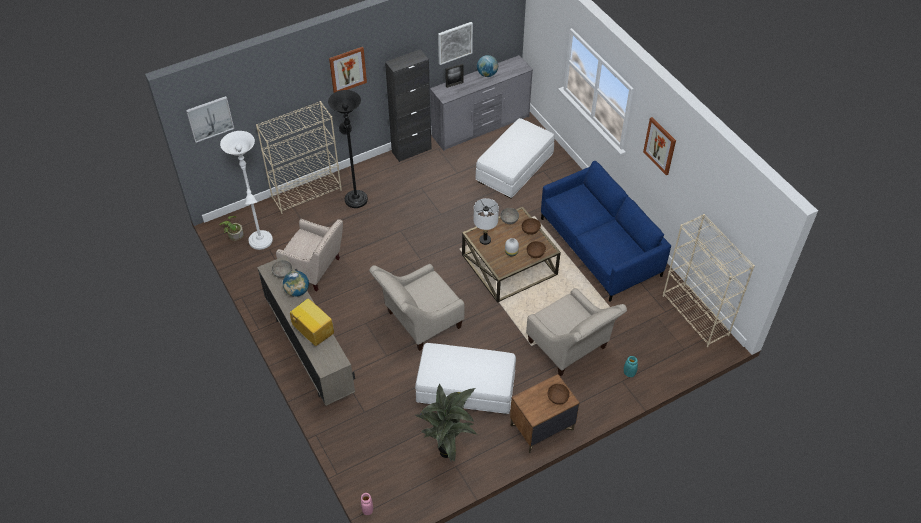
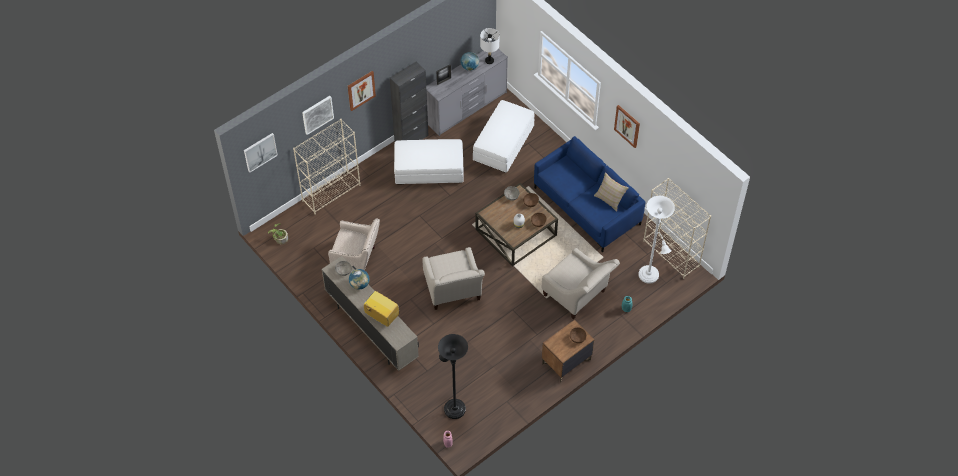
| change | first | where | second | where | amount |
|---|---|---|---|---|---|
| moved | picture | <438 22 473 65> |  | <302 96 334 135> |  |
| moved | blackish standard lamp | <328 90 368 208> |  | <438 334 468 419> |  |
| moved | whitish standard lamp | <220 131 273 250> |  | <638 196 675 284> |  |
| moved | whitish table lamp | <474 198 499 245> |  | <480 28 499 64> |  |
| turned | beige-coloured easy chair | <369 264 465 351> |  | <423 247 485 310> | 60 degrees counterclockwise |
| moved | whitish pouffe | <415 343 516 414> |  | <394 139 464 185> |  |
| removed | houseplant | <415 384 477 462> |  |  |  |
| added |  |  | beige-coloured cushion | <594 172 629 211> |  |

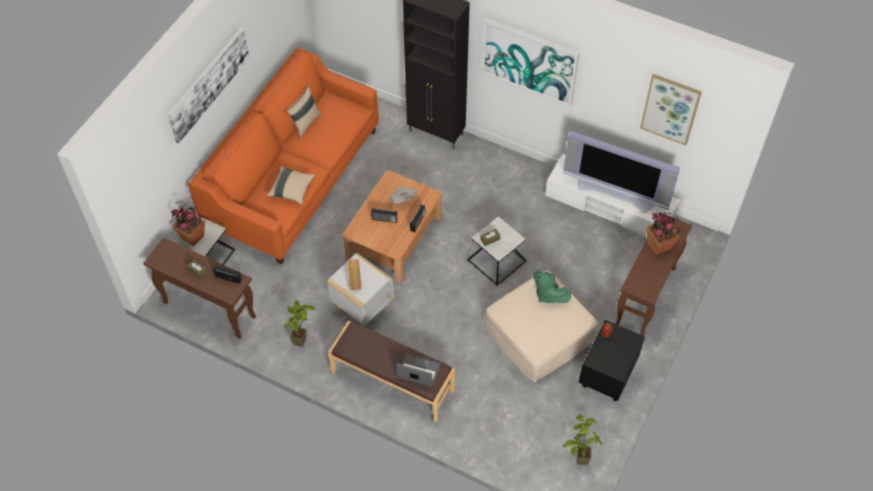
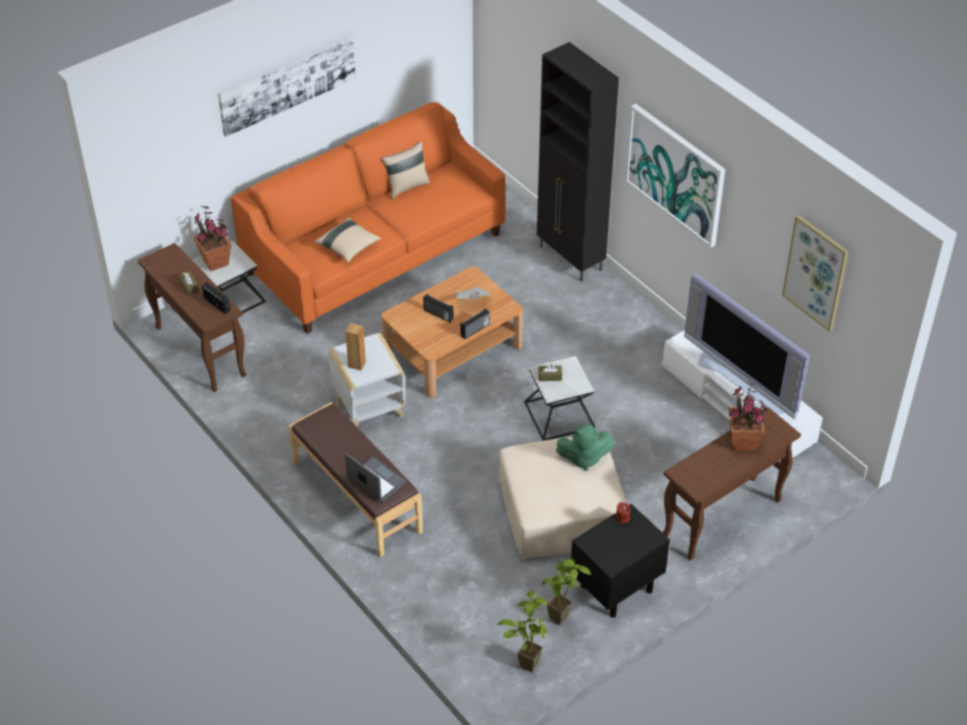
| change | first | where | second | where | amount |
|---|---|---|---|---|---|
| turned | greenish soft toy | <533 270 571 303> |  | <556 424 615 471> | 75 degrees counterclockwise |
| moved | houseplant | <284 301 315 347> |  | <542 558 591 625> |  |

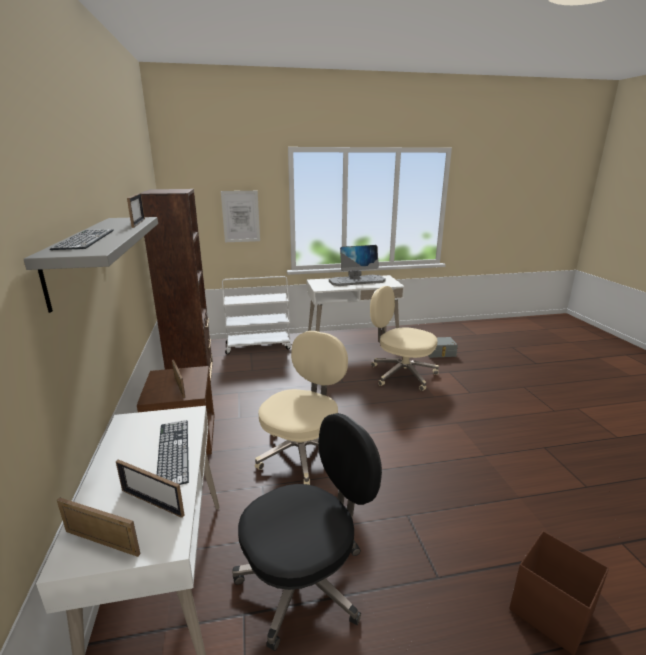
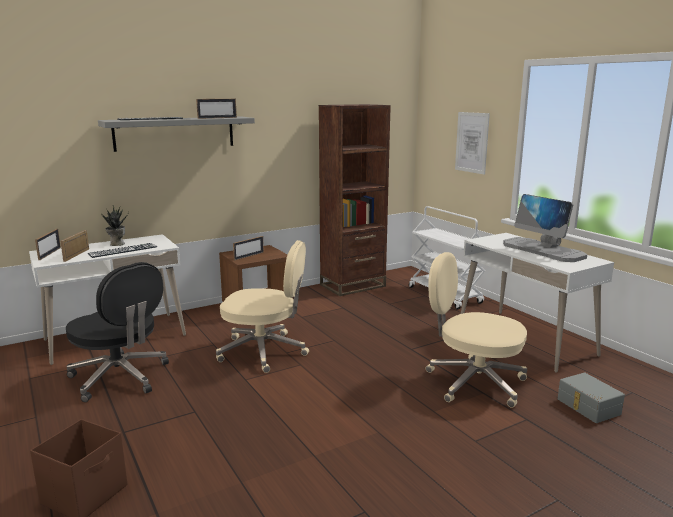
| change | first | where | second | where | amount |
|---|---|---|---|---|---|
| turned | beige-coloured office chair | <370 286 439 391> |  | <425 252 527 408> | 75 degrees counterclockwise |
| added |  |  | houseplant | <101 205 129 246> |  |

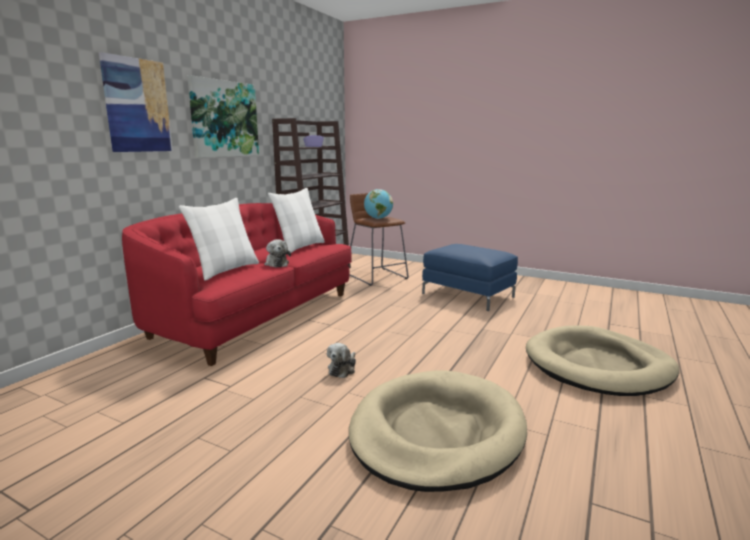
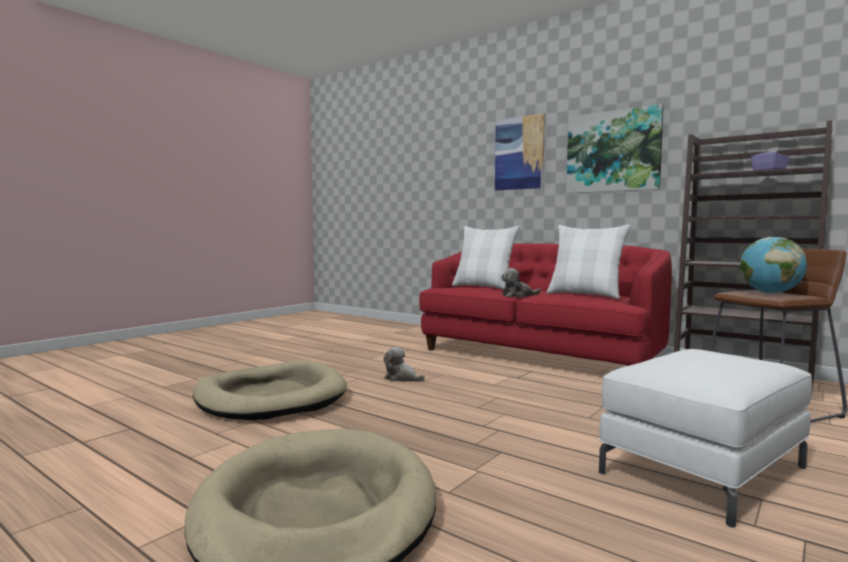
| change | first | where | second | where | amount |
|---|---|---|---|---|---|
| recoloured | blue pouffe | <422 244 518 311> | whitish pouffe | <599 349 812 528> |  |

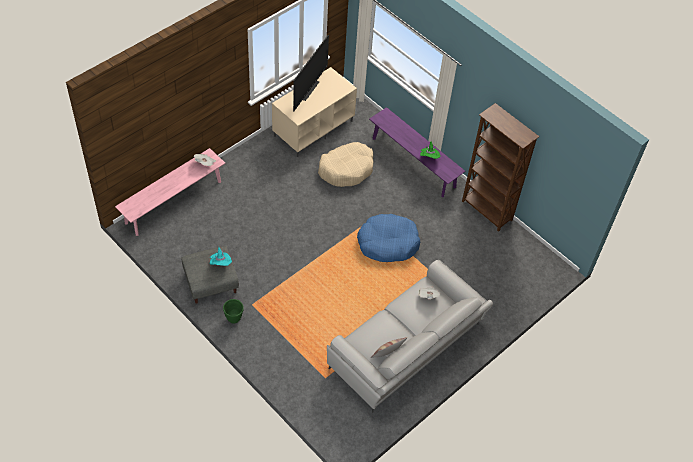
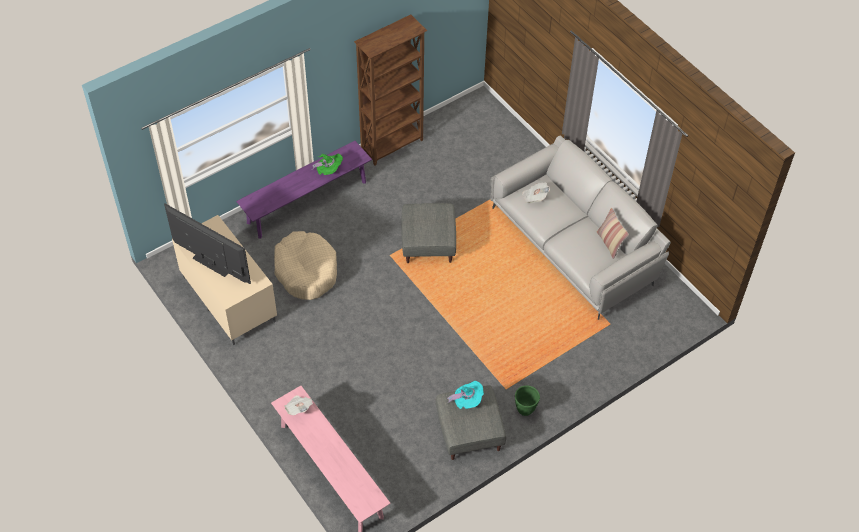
| change | first | where | second | where | amount |
|---|---|---|---|---|---|
| replaced | blue dog bed | <357 214 420 262> | grey pouffe | <401 203 456 263> |  |

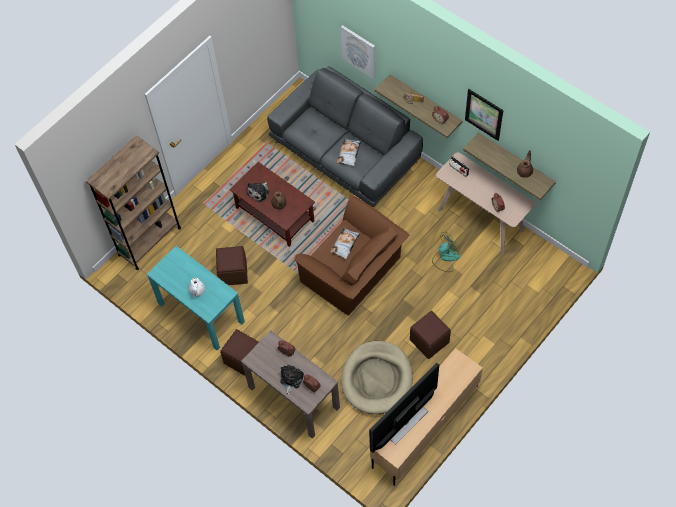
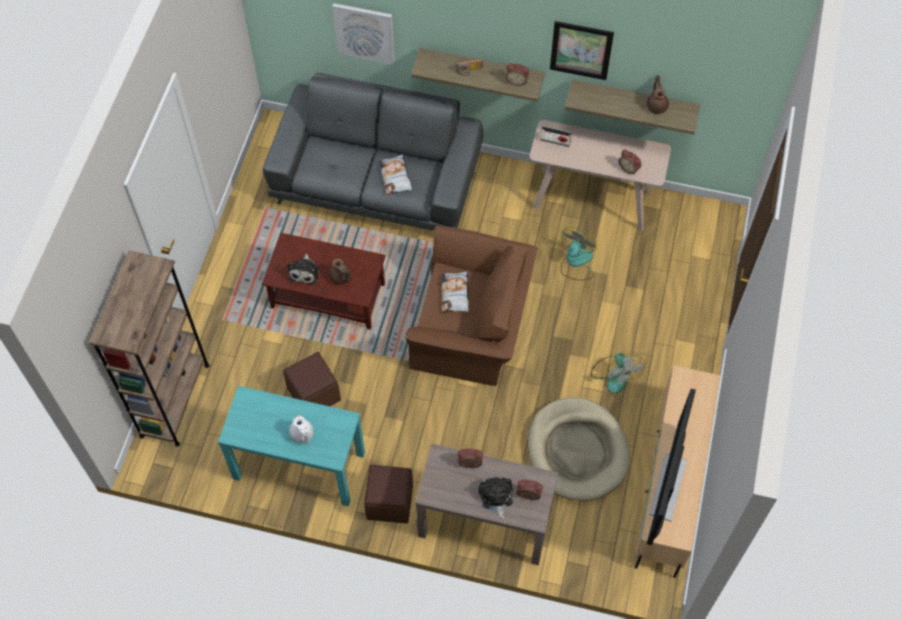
| change | first | where | second | where | amount |
|---|---|---|---|---|---|
| replaced | brown-coloured pouffe | <410 311 451 359> | cooling fan | <591 353 645 394> |  |

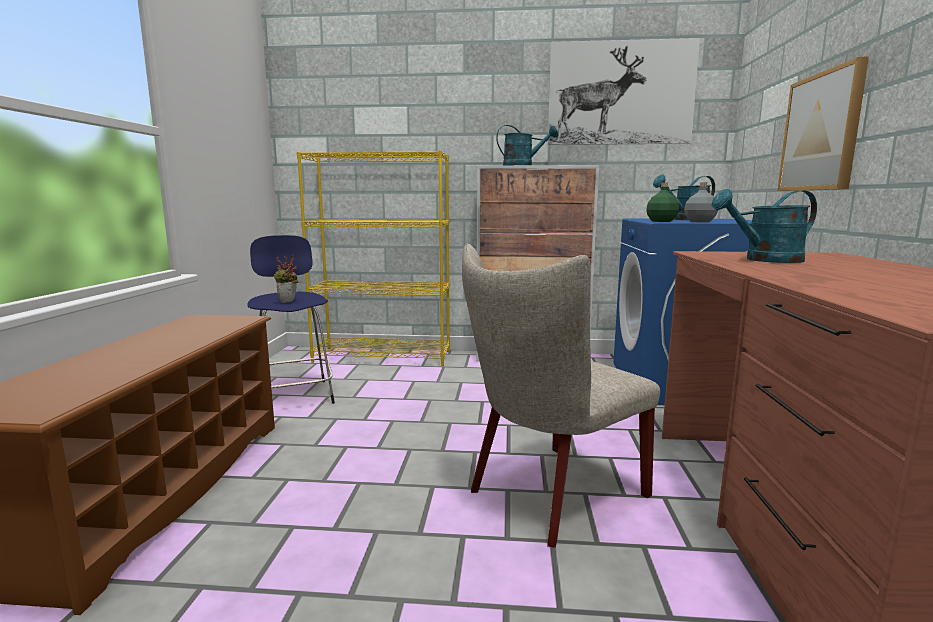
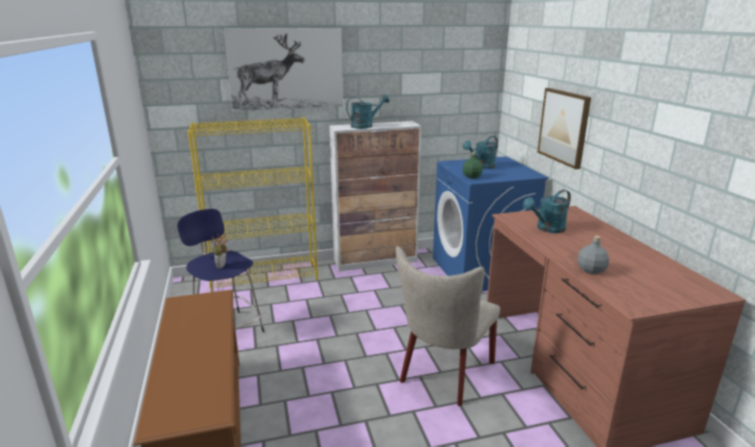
| change | first | where | second | where | amount |
|---|---|---|---|---|---|
| moved | picture | <548 38 700 145> |  | <224 28 343 111> |  |
| moved | grey drink bottle | <684 182 718 222> |  | <578 236 609 274> |  |

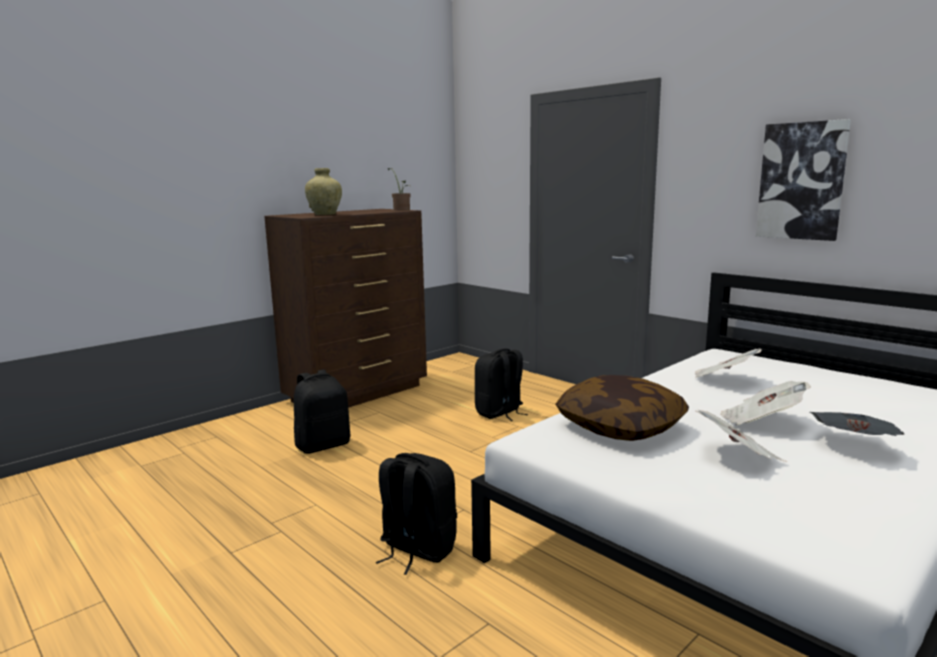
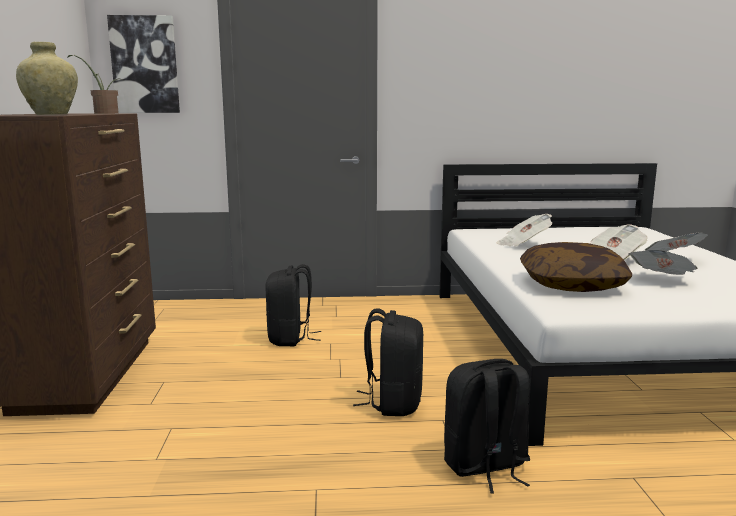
| change | first | where | second | where | amount |
|---|---|---|---|---|---|
| moved | picture | <756 119 851 241> |  | <107 15 180 113> |  |
| moved | blackish backpack | <294 369 351 454> |  | <353 309 423 416> |  |

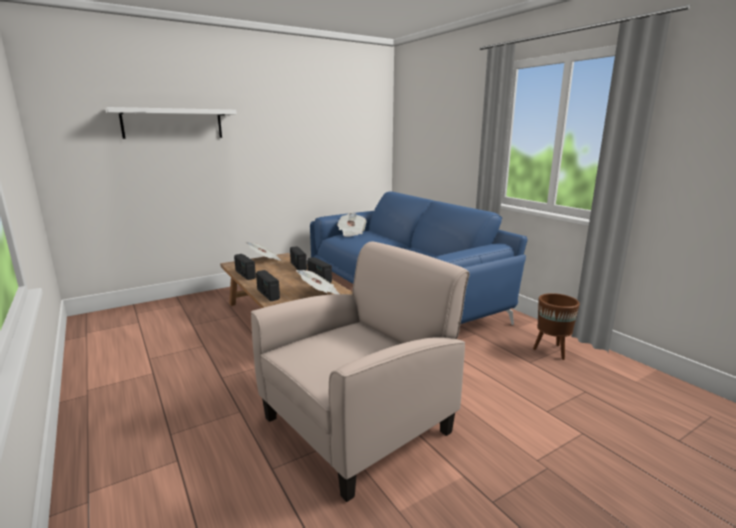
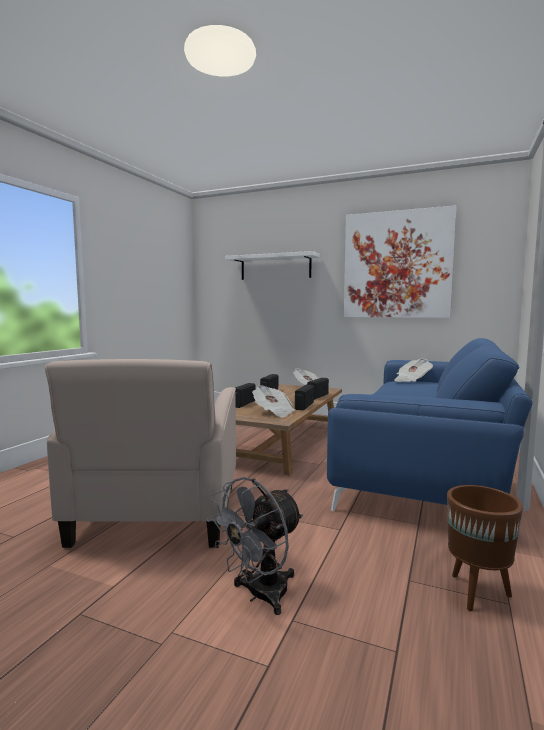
| change | first | where | second | where | amount |
|---|---|---|---|---|---|
| turned | beige-coloured easy chair | <251 242 470 502> |  | <45 359 236 548> | 75 degrees clockwise |
| added |  |  | picture | <344 205 457 318> |  |
| added |  |  | grey cooling fan | <207 477 303 615> |  |

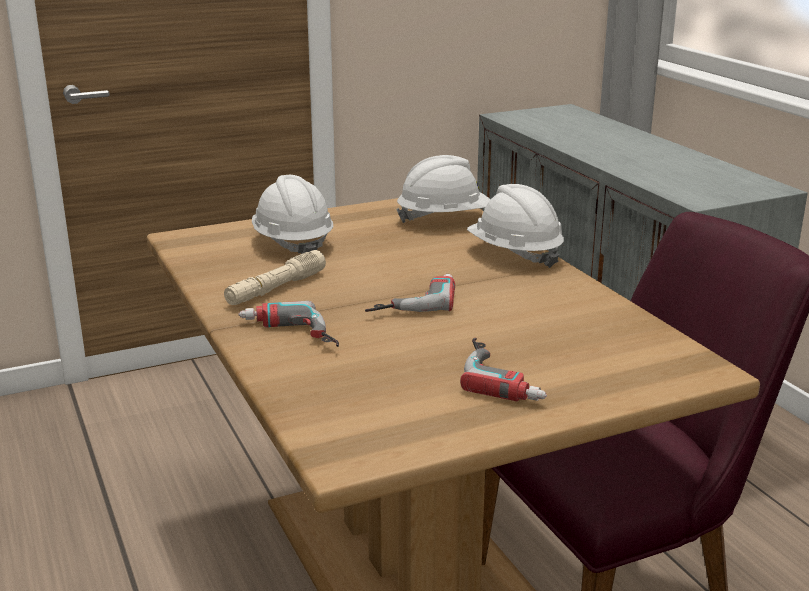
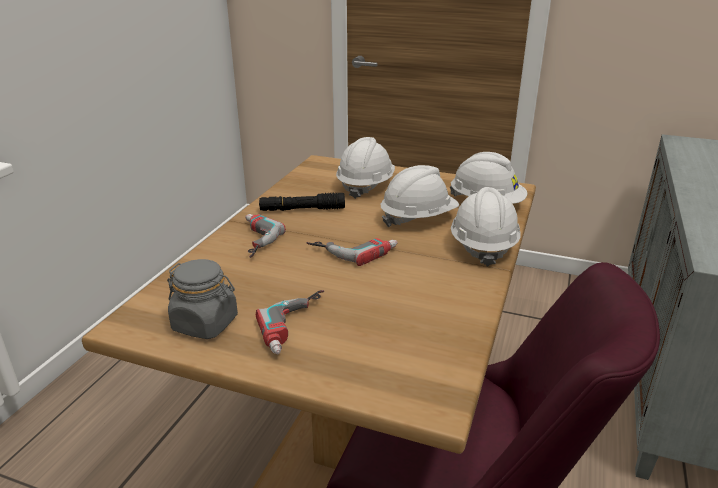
| change | first | where | second | where | amount |
|---|---|---|---|---|---|
| recoloured | beige-coloured torch | <224 250 326 305> | blackish torch | <259 192 345 211> |  |
| added |  |  | whitish work helmet | <381 165 459 227> |  |
| added |  |  | grey storage jar | <167 259 238 339> |  |

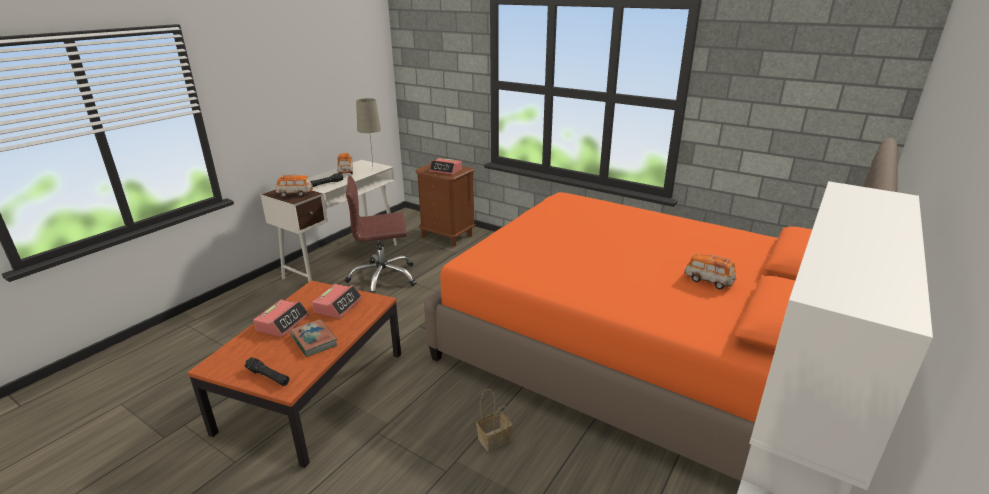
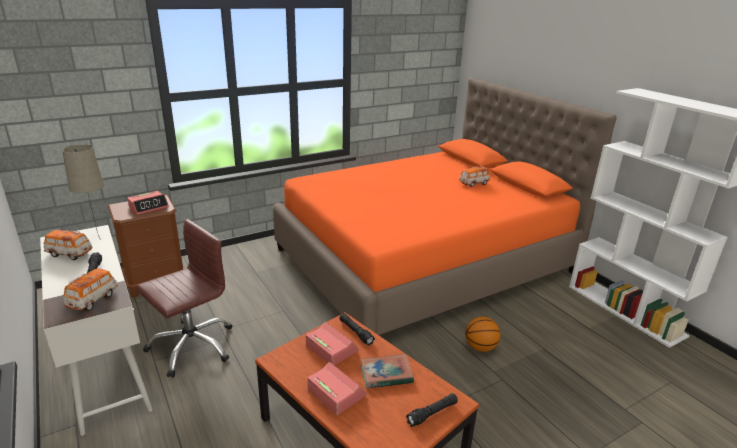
| change | first | where | second | where | amount |
|---|---|---|---|---|---|
| turned | brown-coloured office chair | <345 176 417 294> |  | <136 219 232 378> | 150 degrees counterclockwise |
| replaced | household basket | <476 389 512 451> | basketball | <465 317 501 352> |  |
| added |  |  | blackish torch | <340 313 375 346> |  |

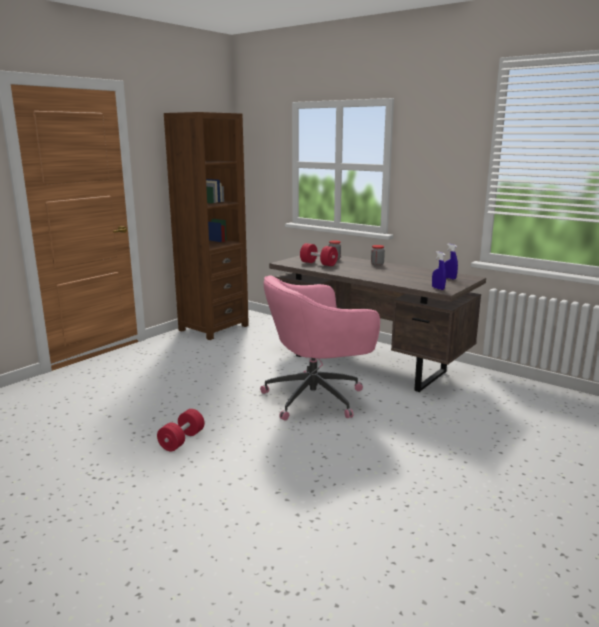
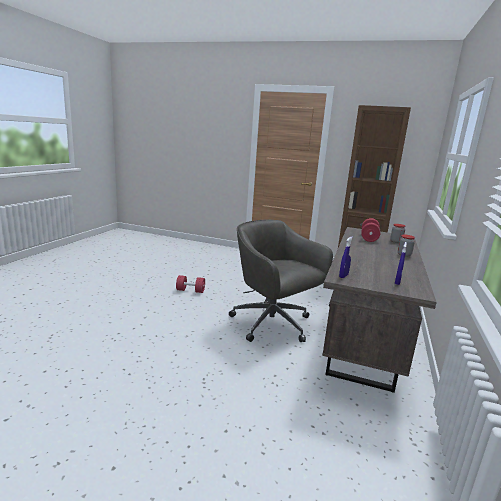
| change | first | where | second | where | amount |
|---|---|---|---|---|---|
| recoloured | pink-coloured office chair | <260 275 380 421> | grey office chair | <229 219 333 342> |  |

